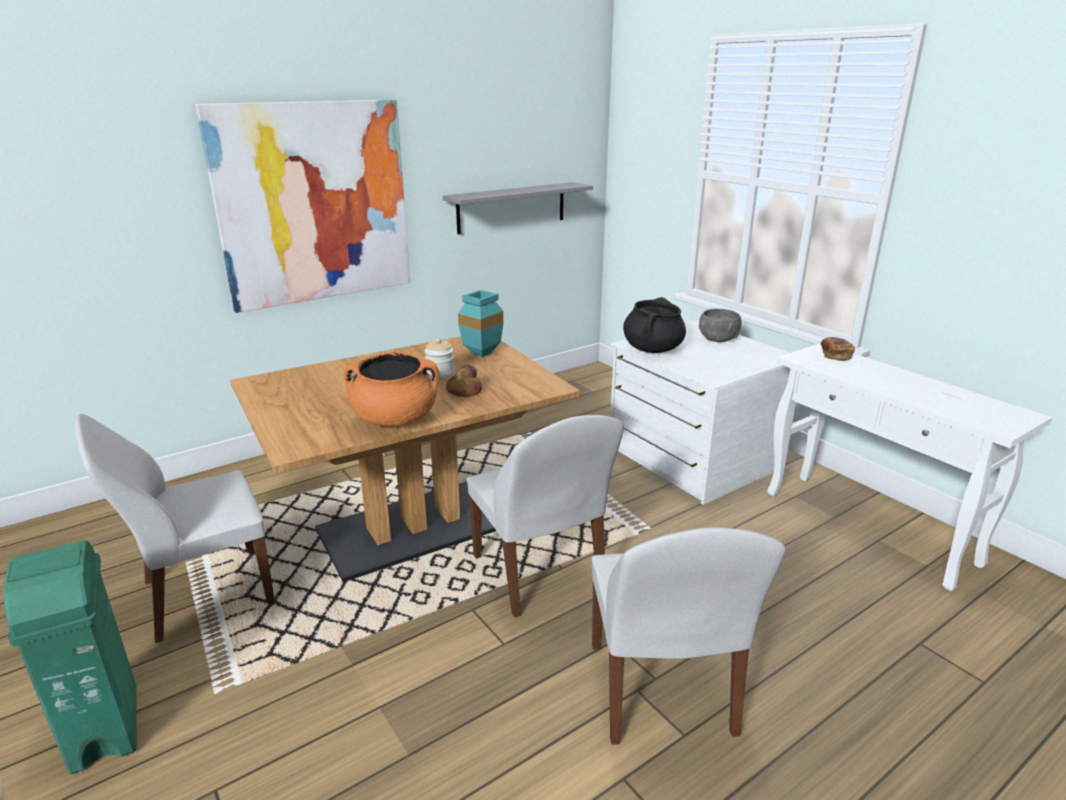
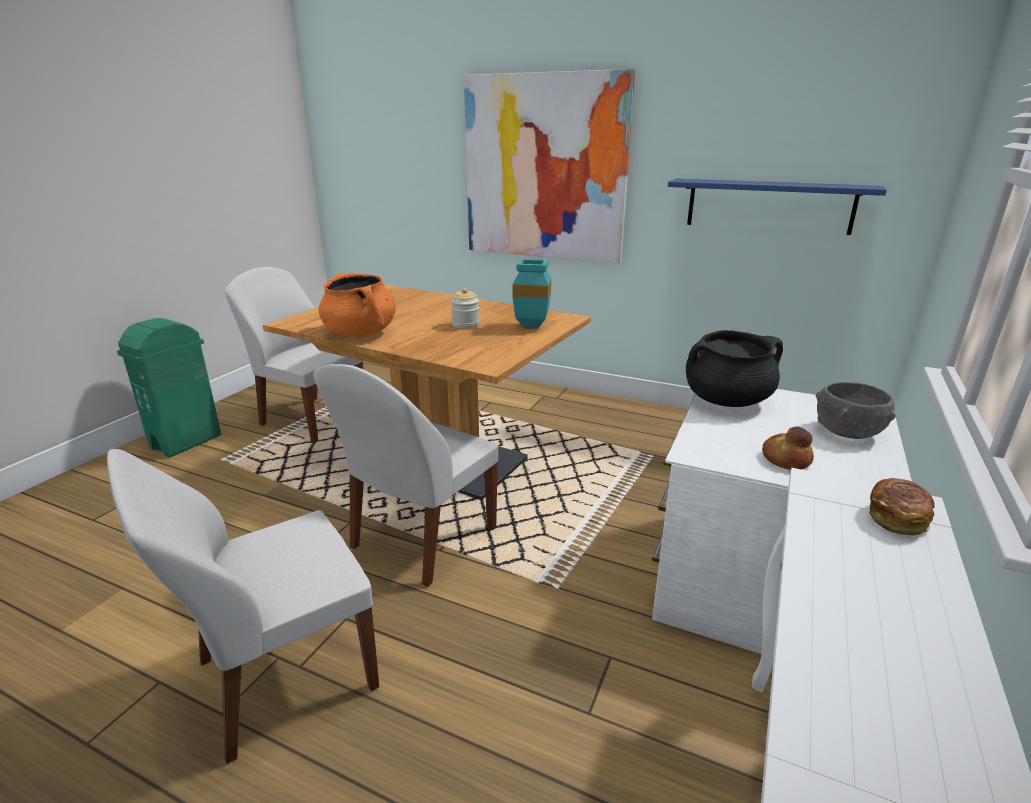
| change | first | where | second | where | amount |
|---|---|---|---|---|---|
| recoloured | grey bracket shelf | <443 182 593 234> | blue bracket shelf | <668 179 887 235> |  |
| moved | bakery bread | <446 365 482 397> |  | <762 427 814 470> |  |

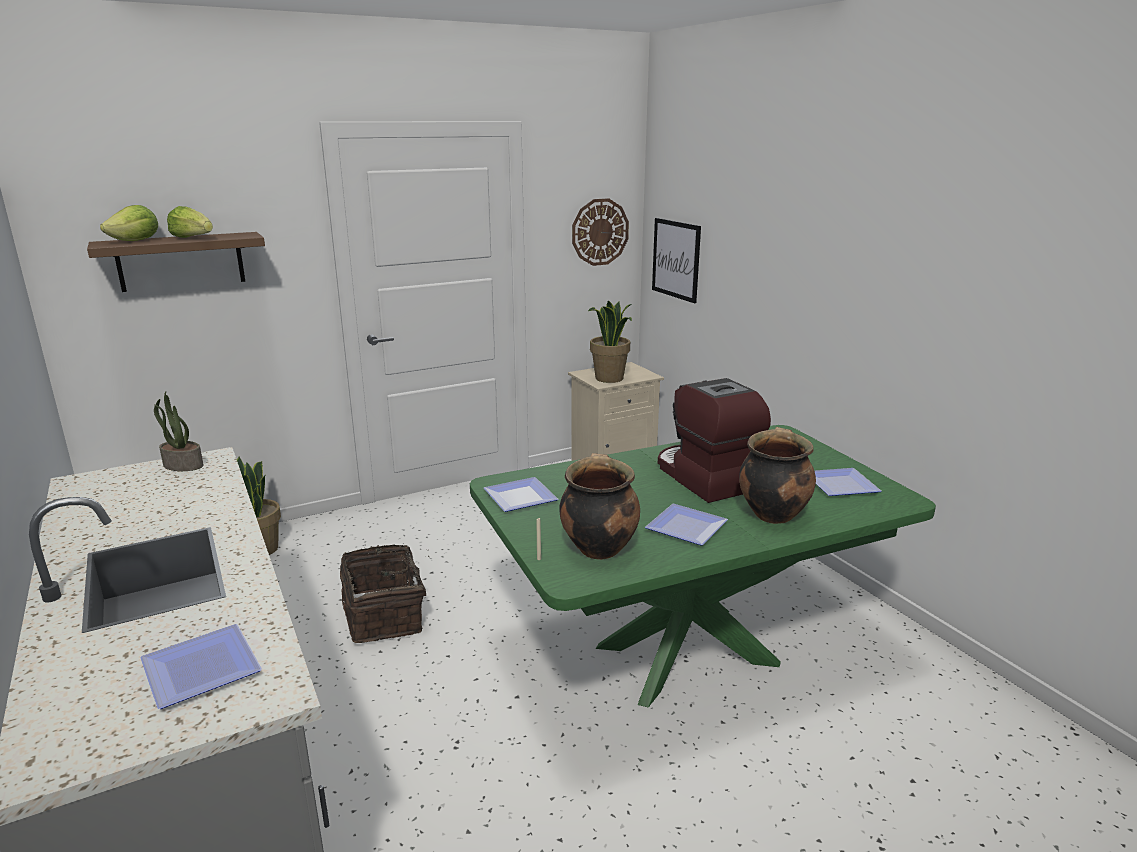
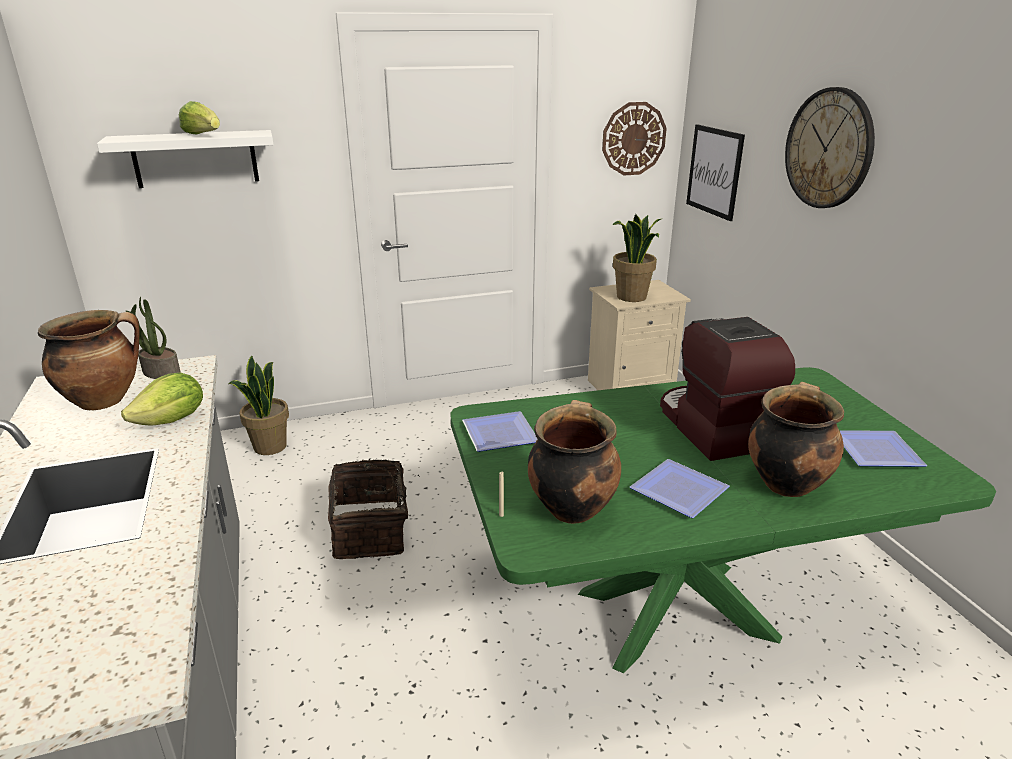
| change | first | where | second | where | amount |
|---|---|---|---|---|---|
| moved | lettuce | <100 205 158 241> |  | <121 372 203 426> |  |
| recoloured | brown-coloured bracket shelf | <87 232 265 292> | whitish bracket shelf | <97 130 273 188> |  |
| removed | dinner plate | <140 624 262 709> |  |  |  |
| added |  |  | wall clock | <785 87 875 208> |  |
| added |  |  | stockpot | <38 310 140 410> |  |

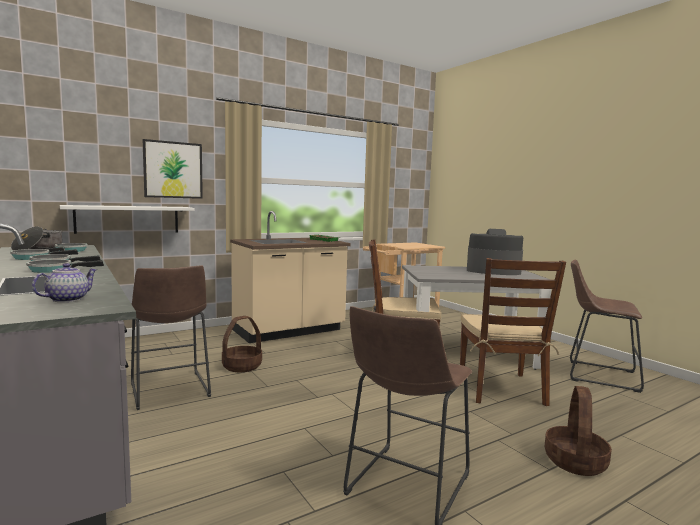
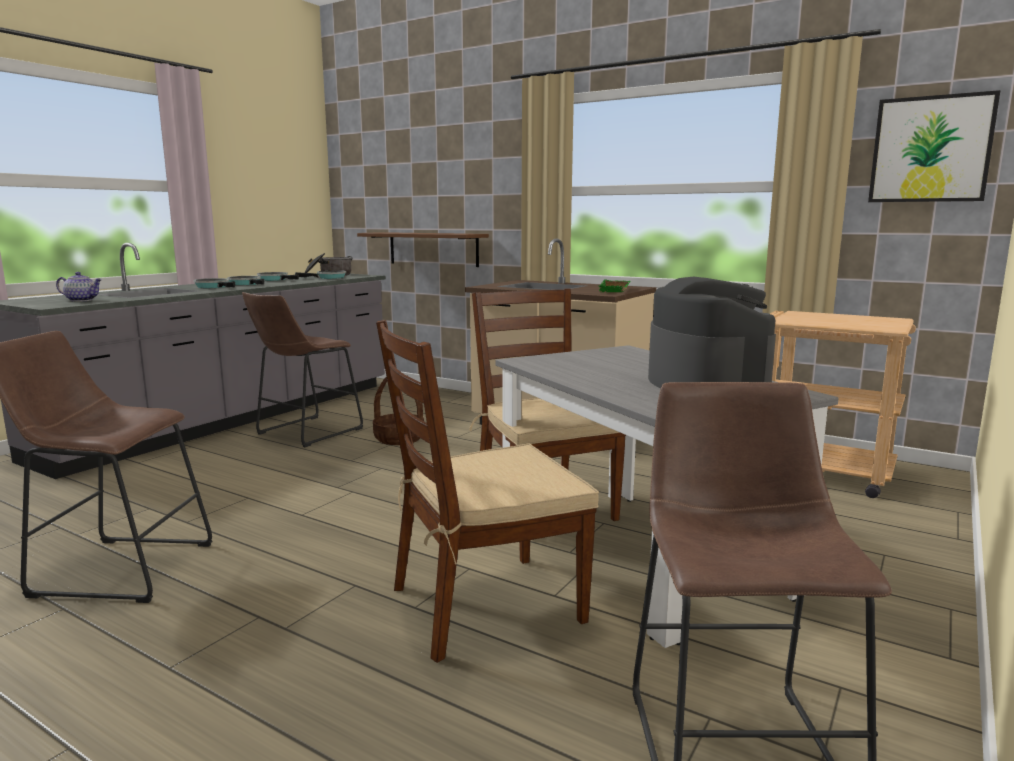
| change | first | where | second | where | amount |
|---|---|---|---|---|---|
| moved | picture | <142 139 203 199> |  | <868 90 1001 202> |  |
| recoloured | whitish bracket shelf | <60 205 195 234> | brown-coloured bracket shelf | <357 232 489 267> |  |
| removed | household basket | <545 386 612 476> |  |  |  |

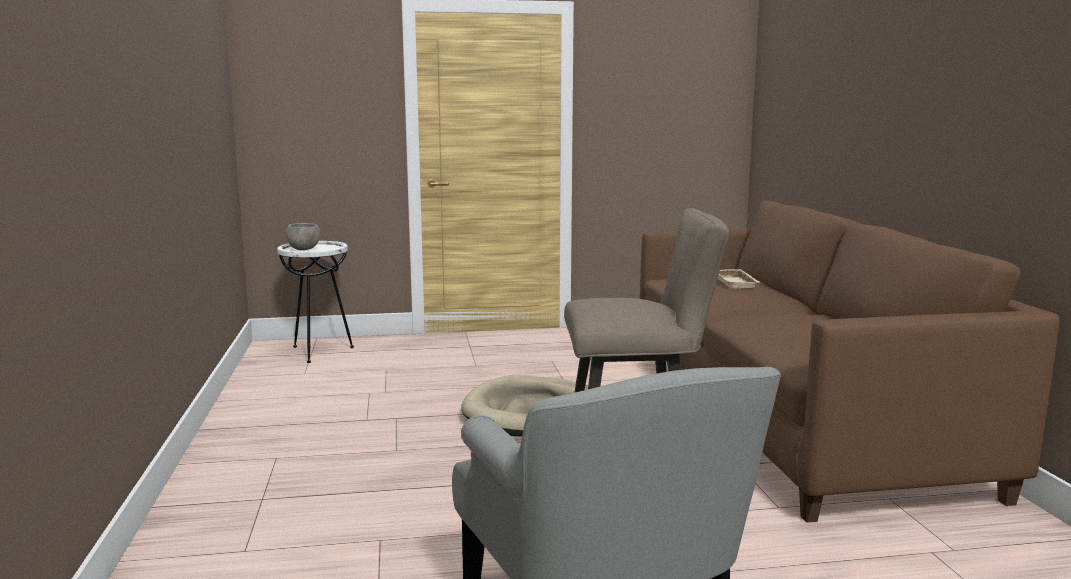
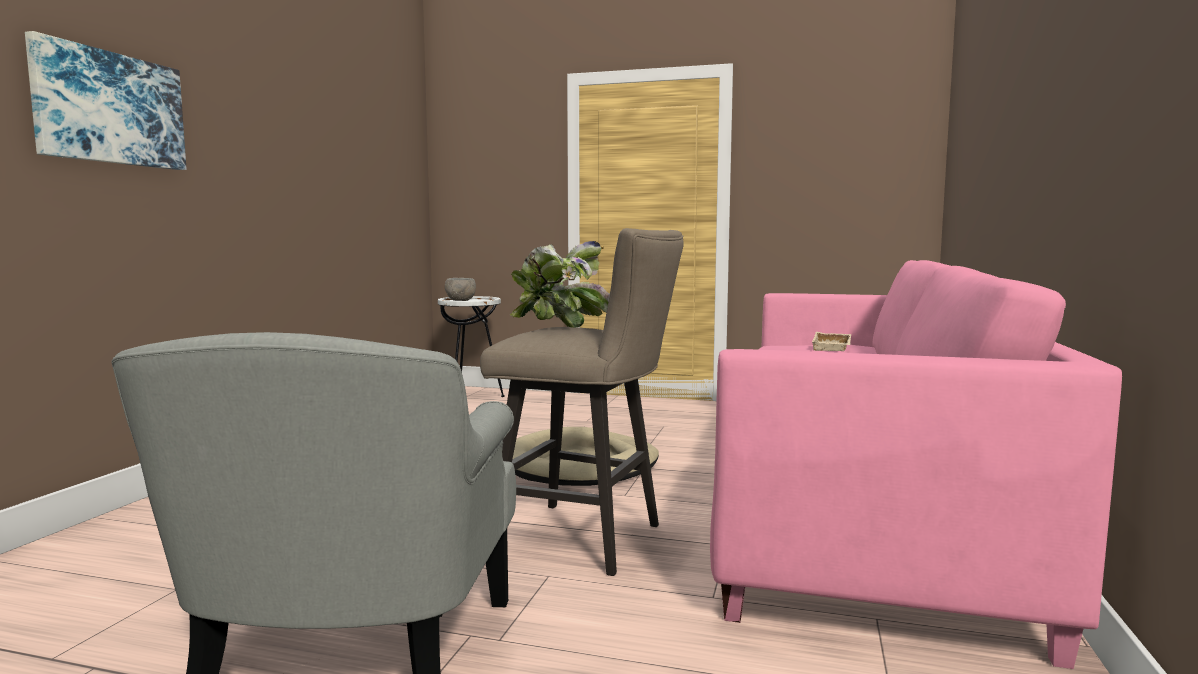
| change | first | where | second | where | amount |
|---|---|---|---|---|---|
| recoloured | brown-coloured sofa | <640 200 1059 523> | pink-coloured sofa | <710 260 1122 669> |  |
| added |  |  | picture | <25 31 186 170> |  |
| added |  |  | houseplant | <510 241 610 328> |  |

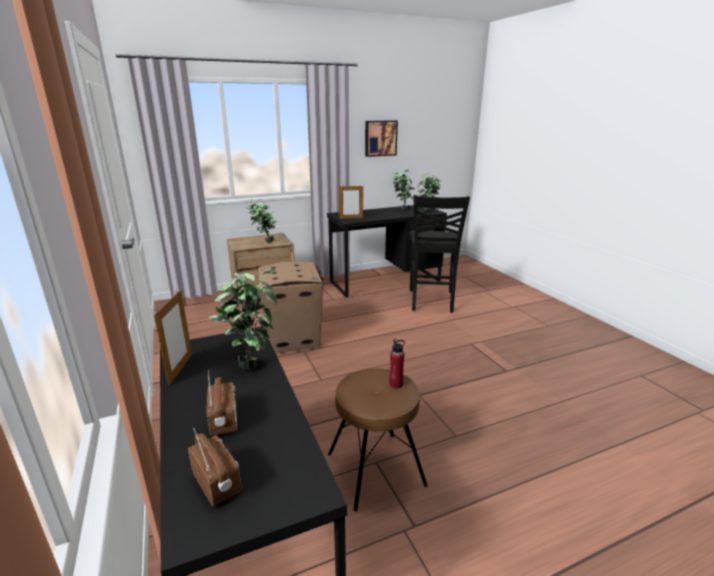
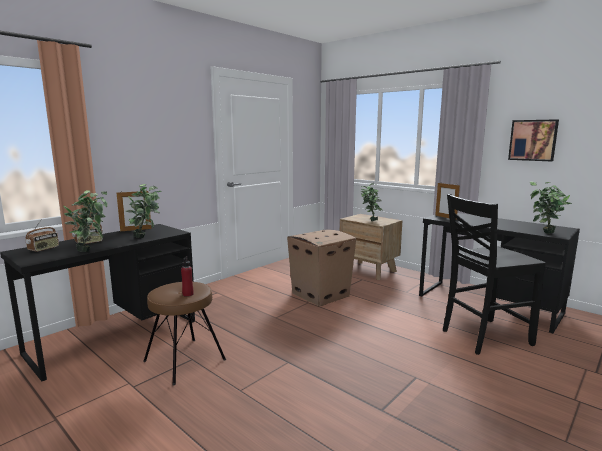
| change | first | where | second | where | amount |
|---|---|---|---|---|---|
| moved | houseplant | <392 170 414 210> |  | <64 190 108 252> |  |

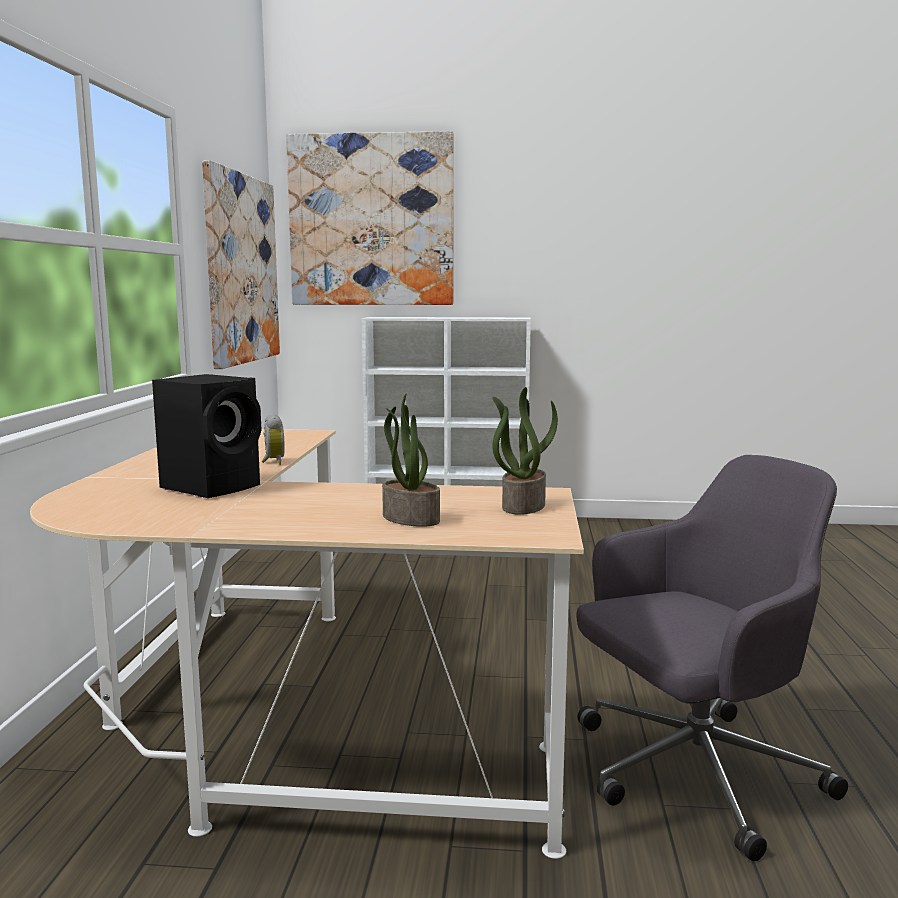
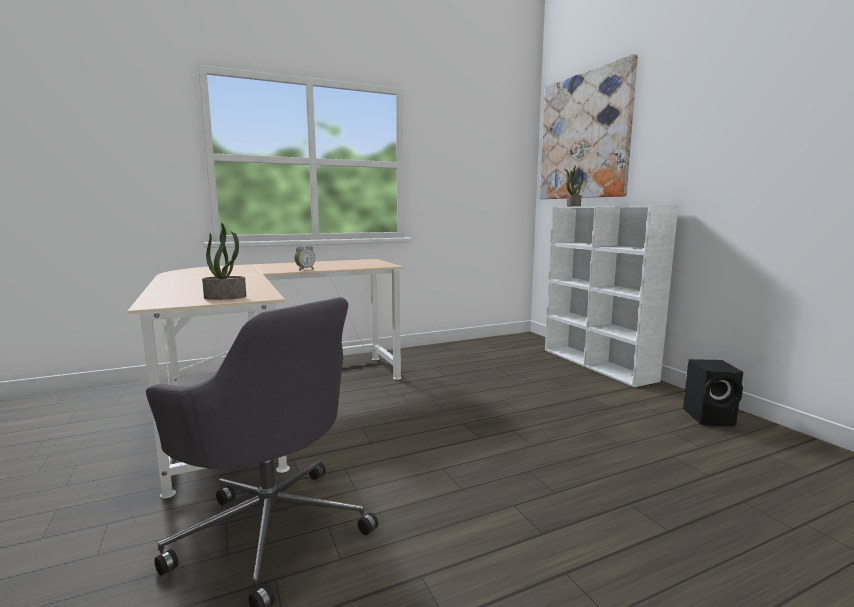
| change | first | where | second | where | amount |
|---|---|---|---|---|---|
| removed | picture | <202 160 280 369> |  |  |  |
| moved | blackish speaker | <152 374 261 498> |  | <683 359 743 426> |  |
| moved | houseplant | <382 394 440 527> |  | <565 165 583 206> |  |

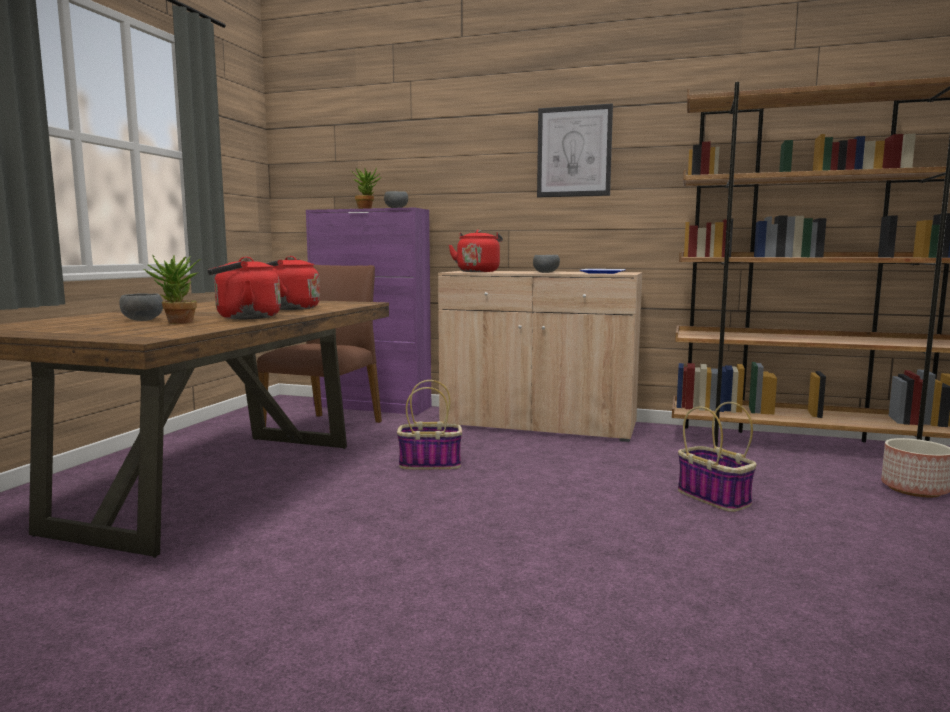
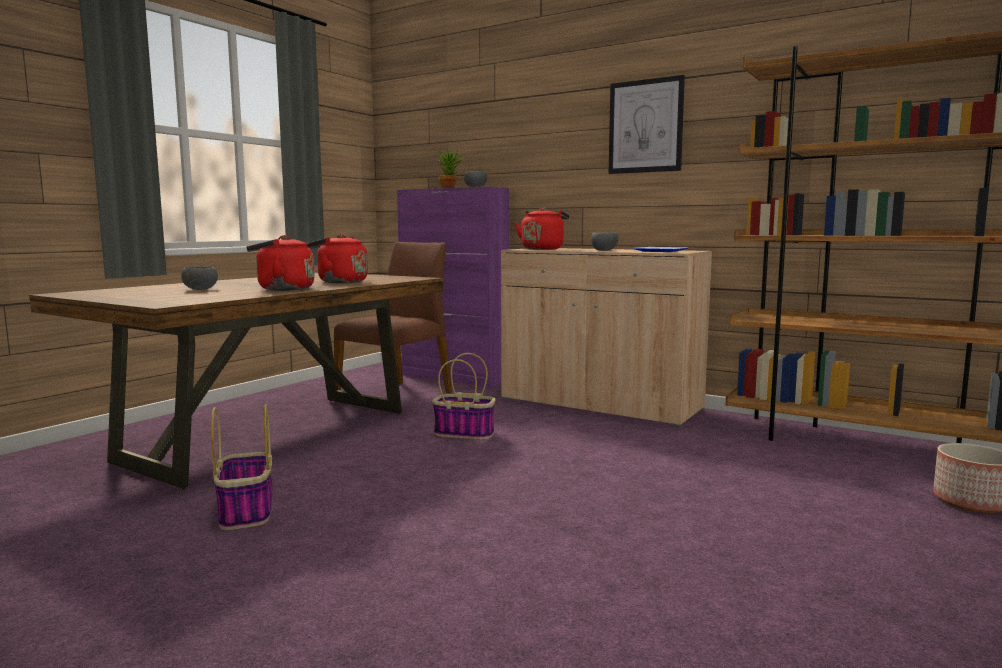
| change | first | where | second | where | amount |
|---|---|---|---|---|---|
| removed | houseplant | <144 255 201 324> |  |  |  |
| moved | household basket | <678 402 757 512> |  | <211 404 272 530> |  |

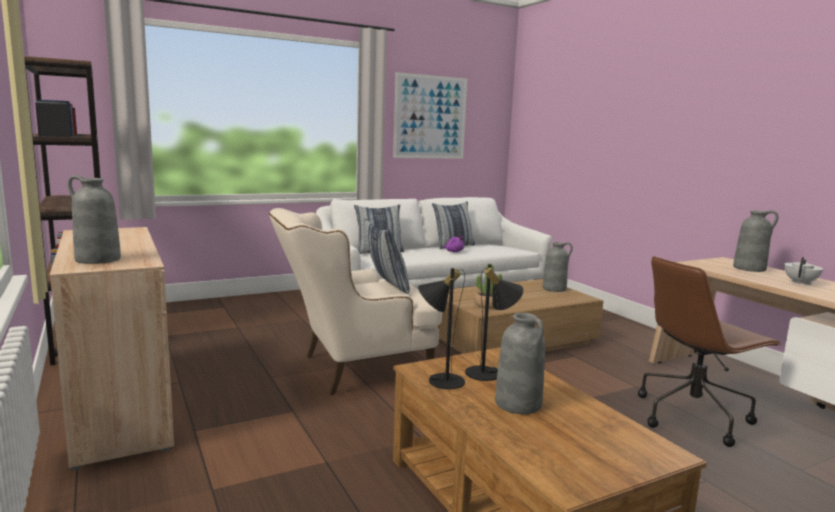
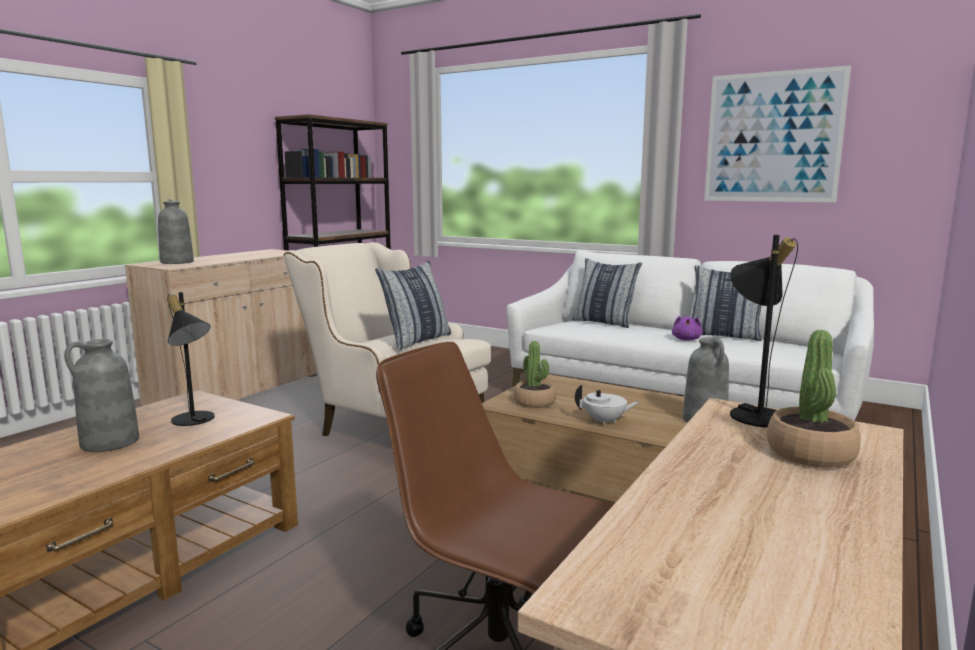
| change | first | where | second | where | amount |
|---|---|---|---|---|---|
| replaced | grey vase | <733 210 778 272> | houseplant | <767 330 861 468> |  |
| moved | whitish pot for tea | <784 257 823 285> |  | <575 384 639 426> |  |
| moved | blackish table lamp | <418 268 465 389> |  | <730 235 798 427> |  |

